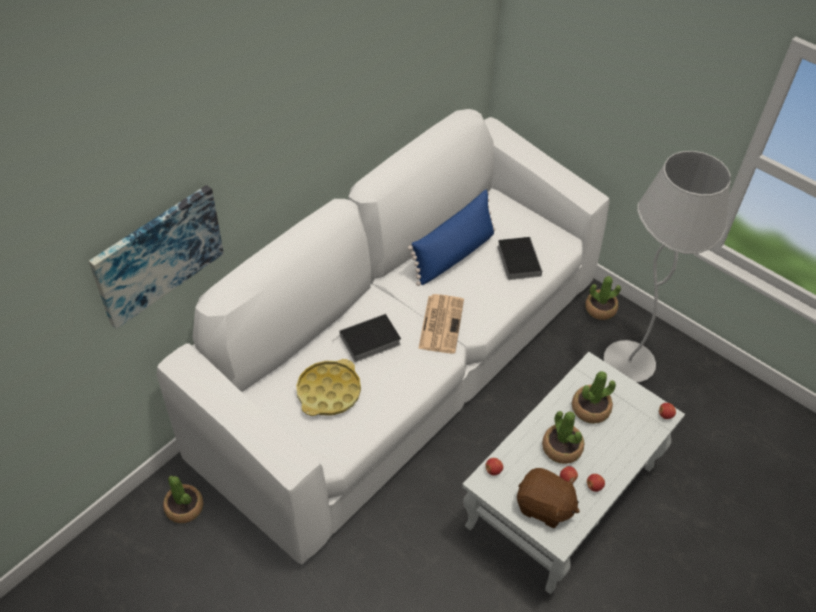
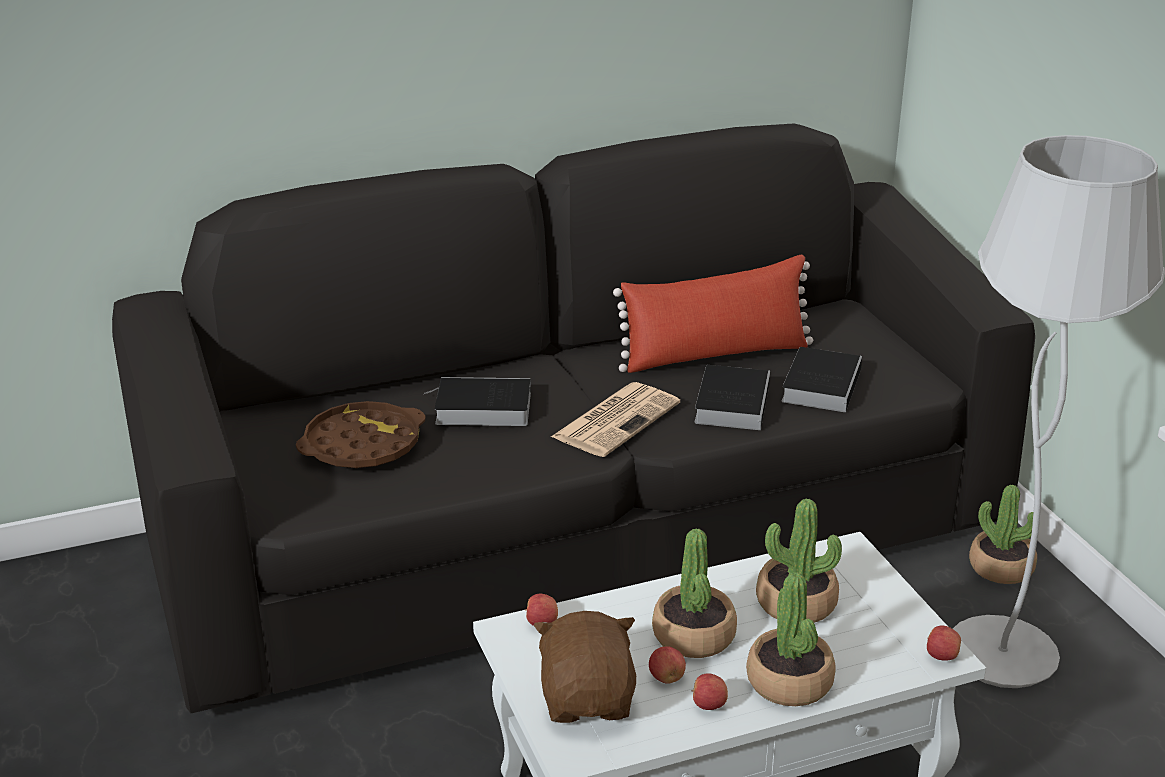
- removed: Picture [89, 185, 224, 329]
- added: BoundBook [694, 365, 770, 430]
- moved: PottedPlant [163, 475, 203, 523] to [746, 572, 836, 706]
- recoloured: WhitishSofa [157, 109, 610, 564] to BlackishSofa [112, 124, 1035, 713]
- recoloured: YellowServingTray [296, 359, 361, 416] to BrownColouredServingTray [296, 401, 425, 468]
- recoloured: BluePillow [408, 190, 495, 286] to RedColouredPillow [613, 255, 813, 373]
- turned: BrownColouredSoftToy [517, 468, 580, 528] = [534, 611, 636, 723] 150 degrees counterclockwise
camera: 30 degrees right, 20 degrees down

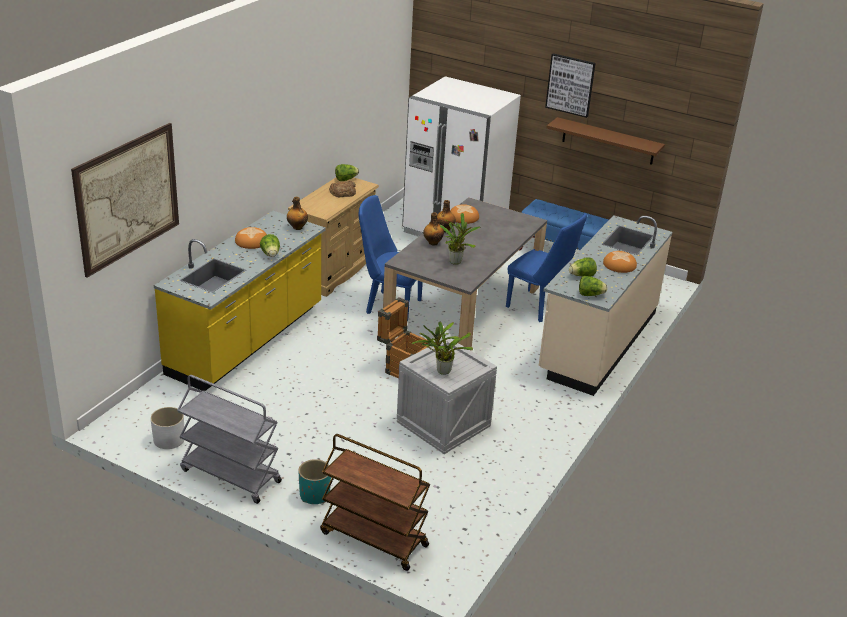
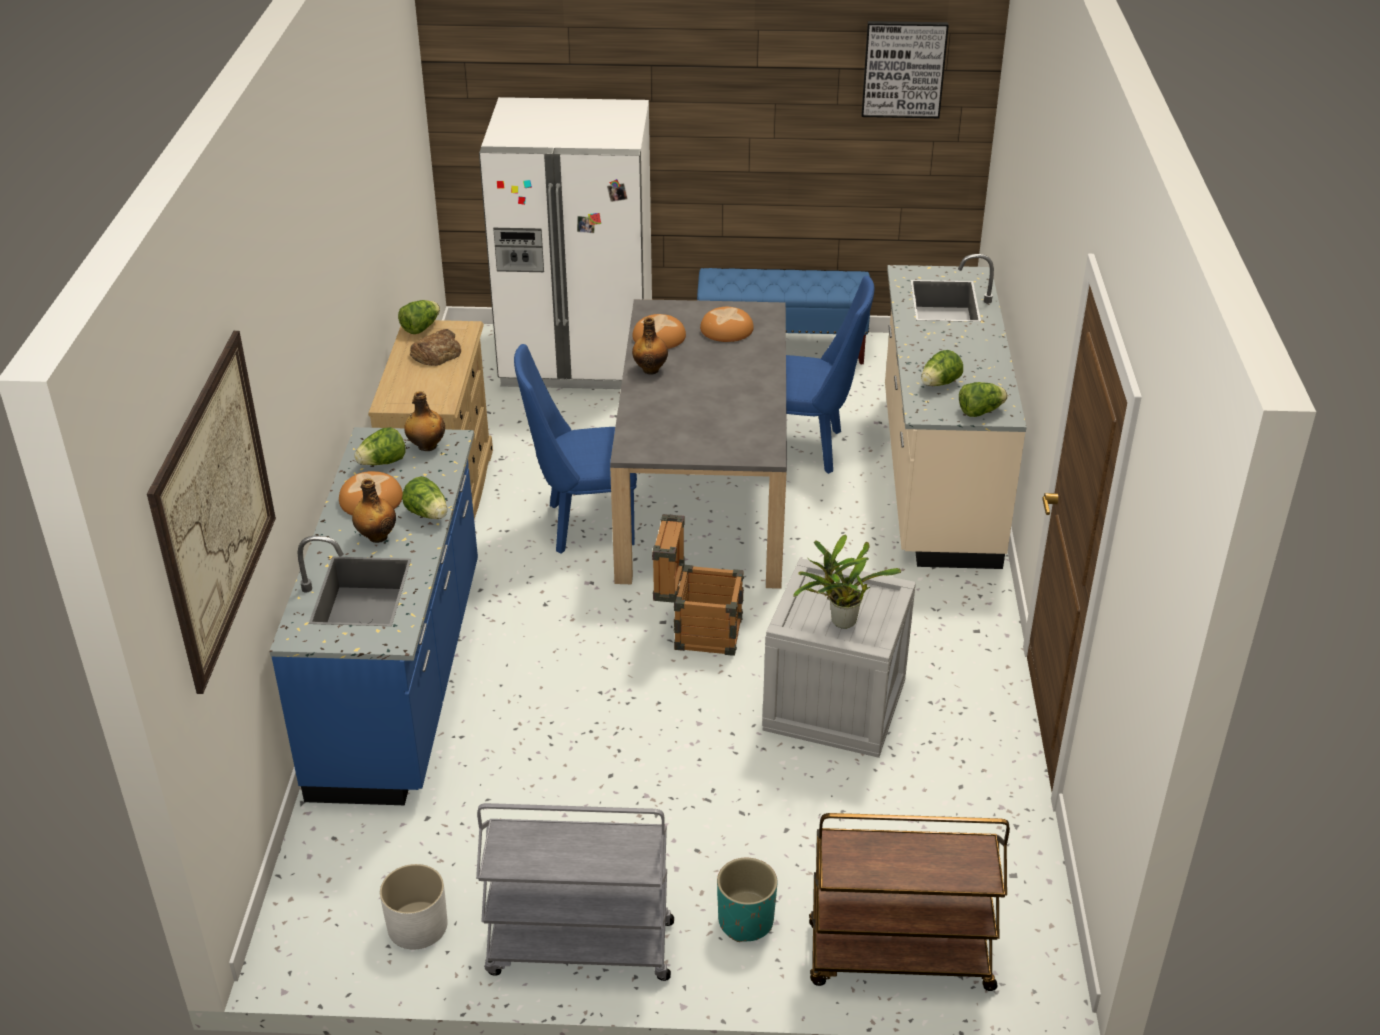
- removed: PottedPlant [440, 213, 480, 265]
- removed: BrownColouredBracketShelf [547, 117, 665, 165]
- added: Lettuce [354, 427, 406, 465]
- moved: DrinkBottle [423, 212, 444, 245] to [352, 478, 396, 543]
- moved: Picture [545, 53, 596, 118] to [861, 21, 949, 118]
- moved: Bread [603, 251, 637, 273] to [700, 307, 754, 342]
- recoloured: YellowCounter [154, 211, 326, 391] to BlueCounter [269, 427, 478, 805]
camera: 25 degrees left, 5 degrees up

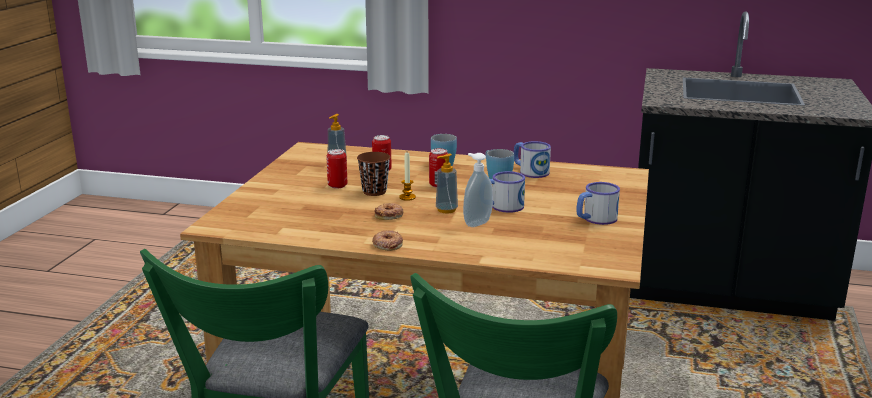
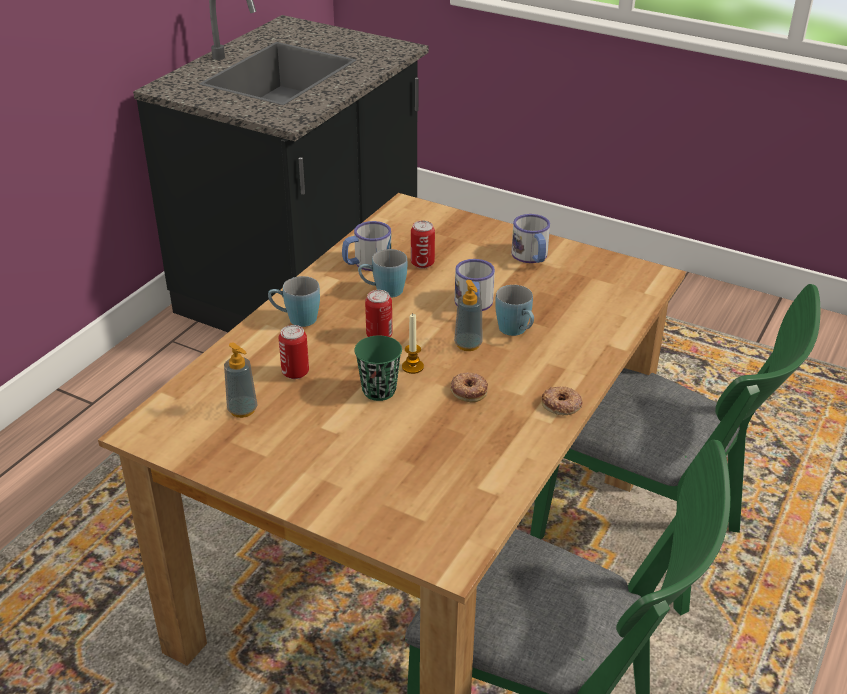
- moved: SealedCan [326, 149, 347, 189] to [411, 221, 435, 269]
- replaced: SoapDispenser [463, 153, 493, 227] to BlueMug [495, 285, 534, 336]
- recoloured: BrownColouredDrinkingCup [357, 152, 390, 196] to GreenColouredDrinkingCup [354, 336, 402, 401]
camera: 75 degrees left, 15 degrees up

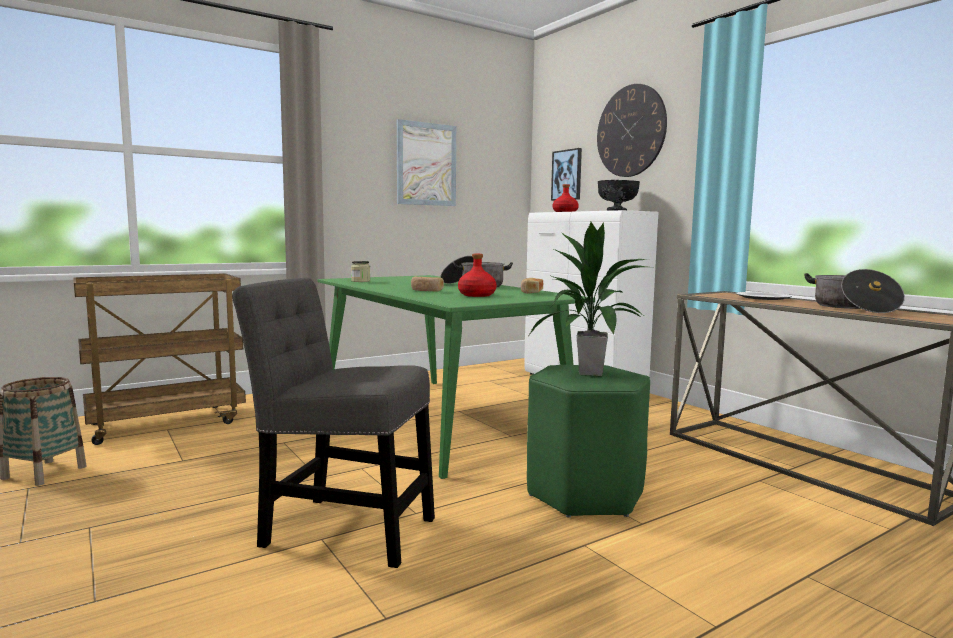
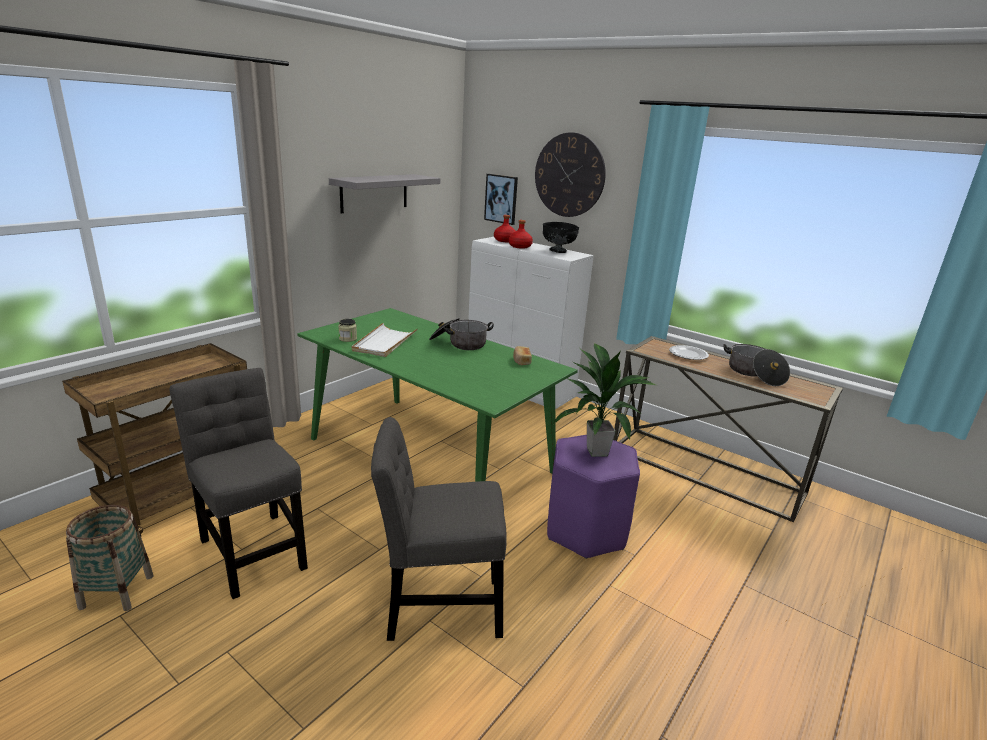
- removed: Bread [411, 276, 444, 292]
- added: GreyUprightChair [170, 368, 308, 599]
- added: WhitishServingTray [352, 323, 418, 357]
- moved: RedColouredDrinkBottle [458, 254, 497, 297] to [509, 220, 533, 249]
- replaced: Picture [397, 119, 456, 206] to GreyBracketShelf [329, 174, 440, 213]
- recoloured: GreenColouredStool [527, 365, 650, 517] to PurpleStool [547, 435, 640, 559]
camera: 20 degrees left, 15 degrees up

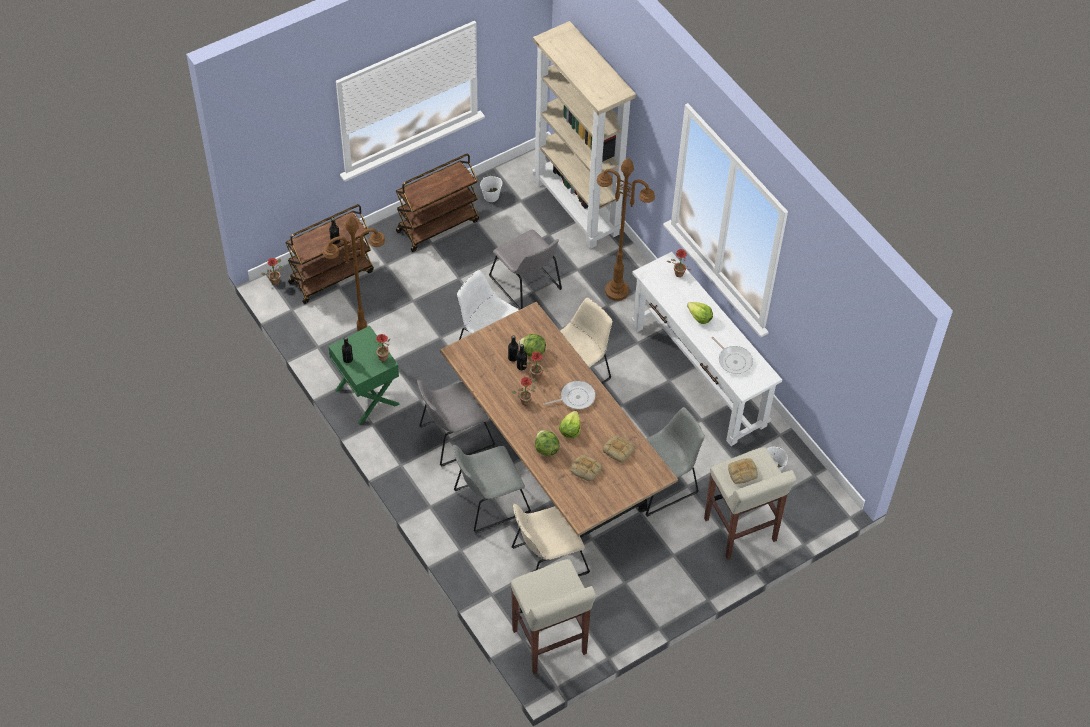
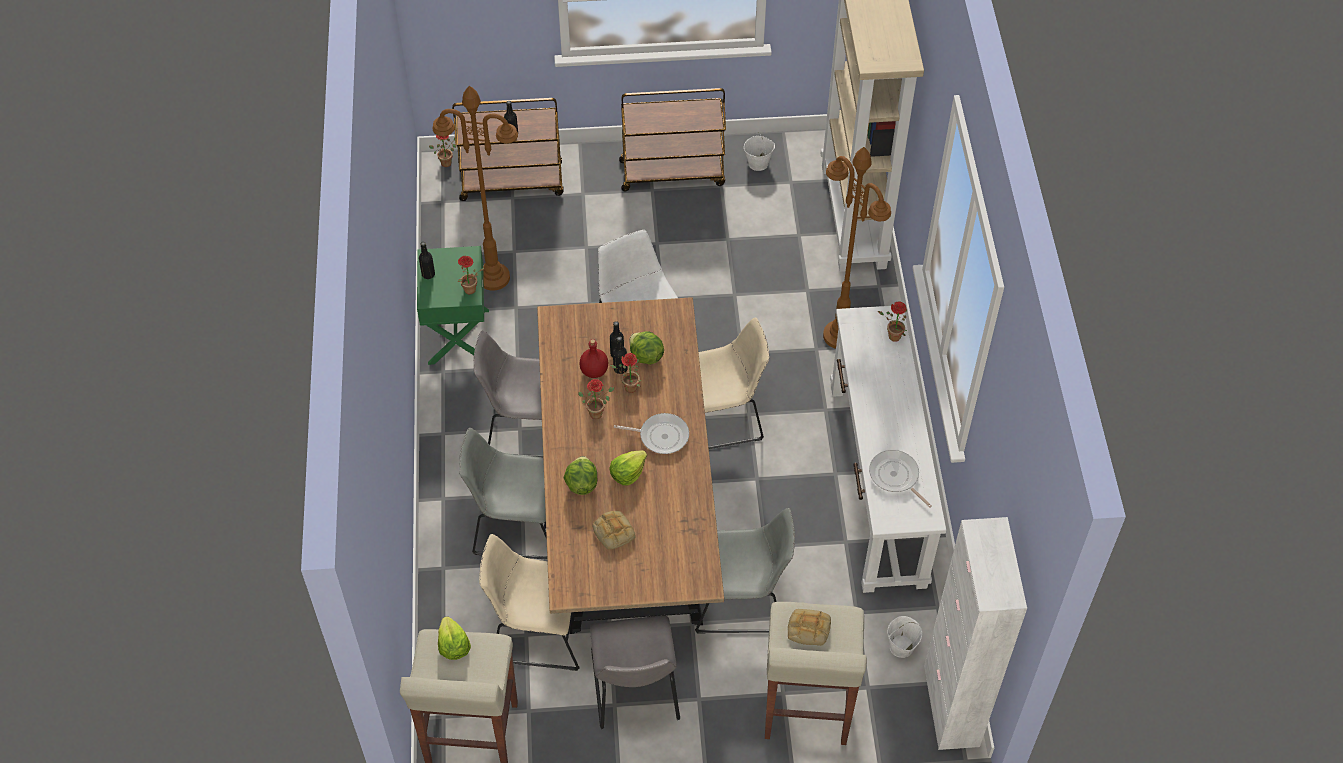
- removed: Bread [603, 436, 634, 463]
- added: RedColouredDrinkBottle [580, 339, 608, 378]
- added: WhitishCupboard [924, 517, 1027, 750]
- moved: GreyUprightChair [489, 230, 562, 310] to [590, 615, 680, 729]
- moved: Lettuce [687, 302, 713, 324] to [438, 616, 471, 660]
- turned: FryingPan [711, 337, 753, 374] = [869, 450, 932, 508] 150 degrees clockwise
camera: 30 degrees right, 0 degrees up

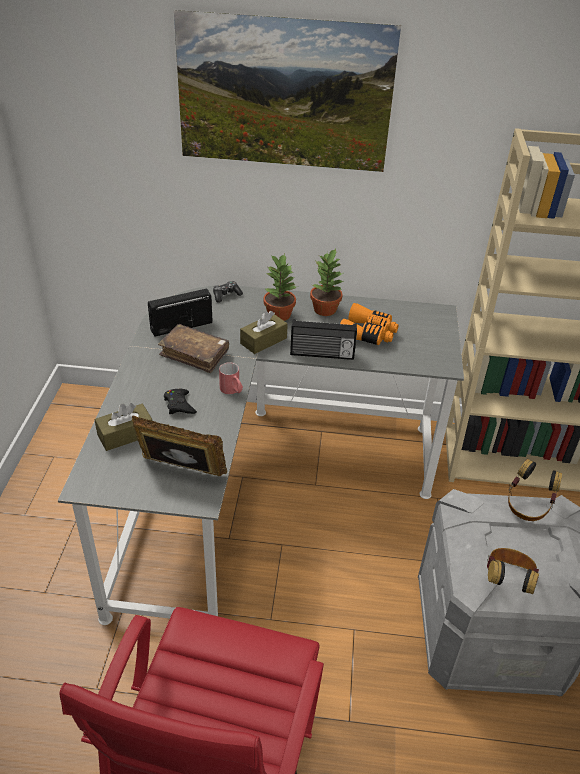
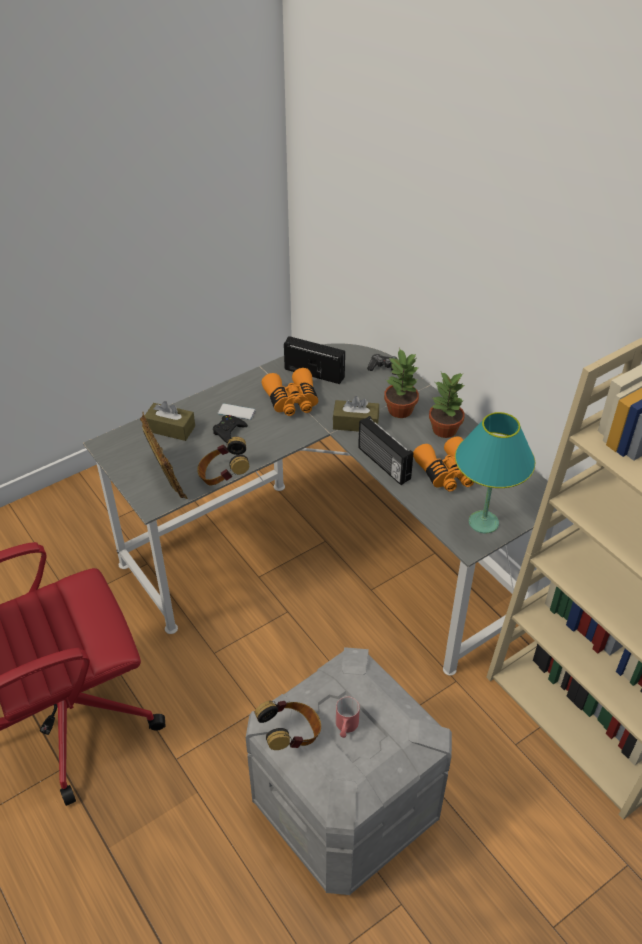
- removed: Picture [174, 10, 401, 172]
- added: Phone [218, 403, 256, 420]
- added: TurquoiseColouredTabletopLamp [455, 412, 535, 533]
- moved: RedColouredMug [219, 362, 243, 394] to [336, 697, 360, 738]
- moved: Headset [508, 459, 563, 521] to [197, 437, 249, 485]
- replaced: BrownColouredBoundBook [158, 324, 229, 373] to OrangeyBinoculars [262, 368, 318, 416]
camera: 50 degrees right, 5 degrees up

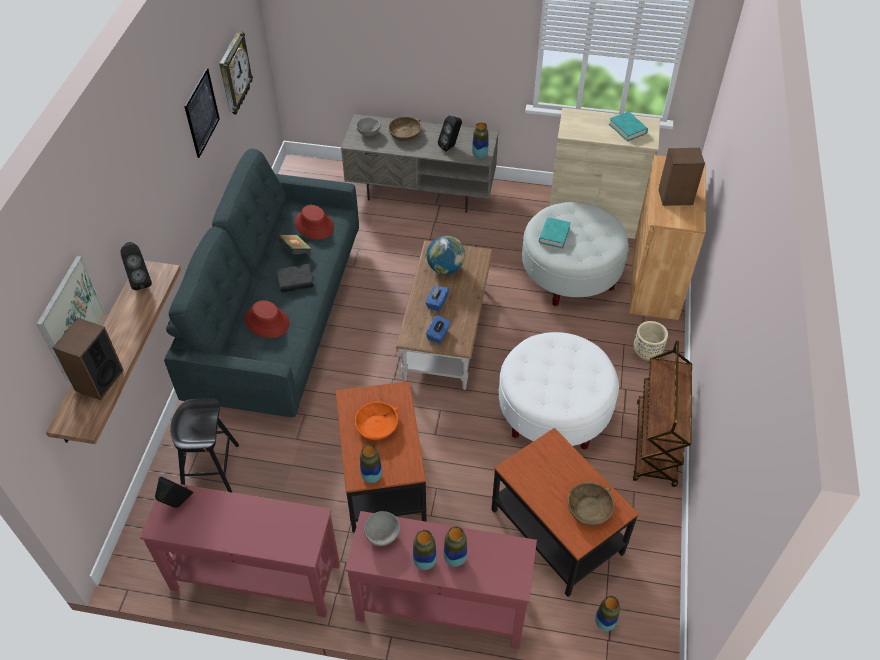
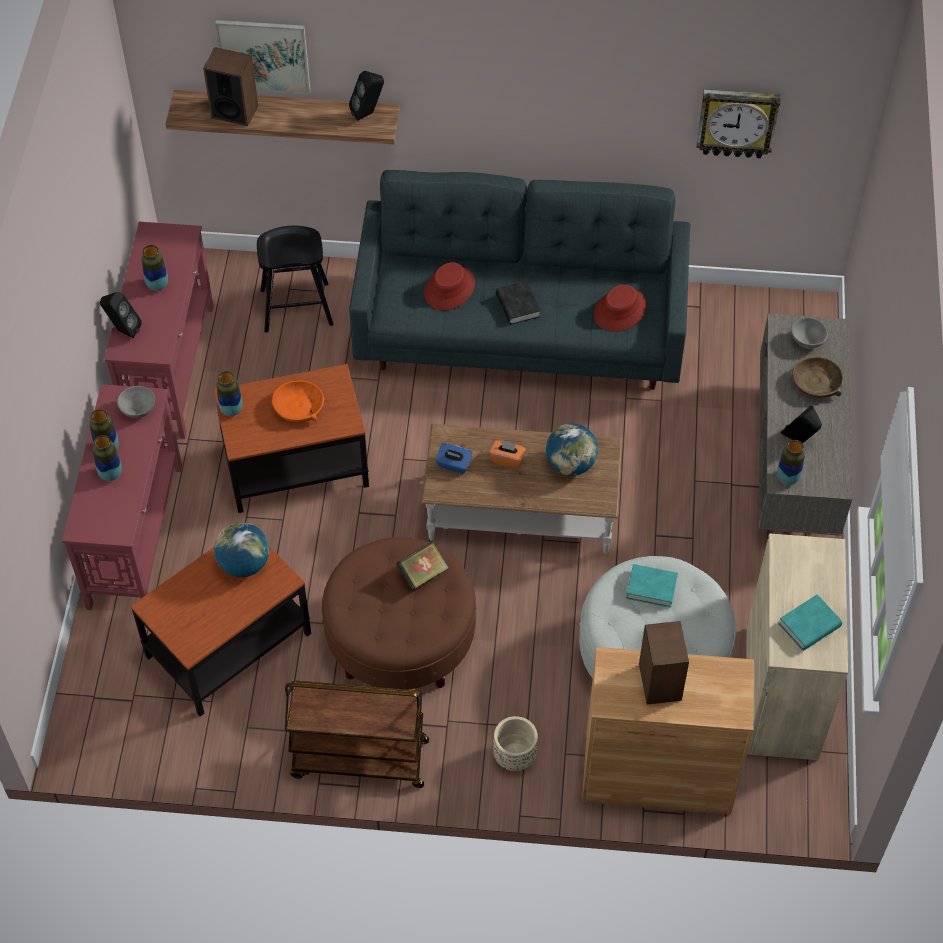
- removed: Picture [184, 67, 220, 158]
- removed: BrownColouredDeepDish [568, 482, 614, 526]
- added: WorldGlobe [214, 522, 269, 577]
- moved: BlackishSpeaker [155, 476, 193, 508] to [100, 292, 142, 338]
- moved: BoundBook [277, 235, 312, 254] to [396, 542, 449, 590]
- moved: DecorativeVase [595, 596, 620, 631] to [142, 245, 168, 291]
- recoloured: BlueTissueHolder [426, 286, 449, 311] to OrangeyTissueHolder [489, 440, 526, 469]
- recoloured: WhitishOttoman [498, 332, 619, 450] to BrownColouredOttoman [322, 537, 476, 690]
camera: 85 degrees right, 5 degrees up

